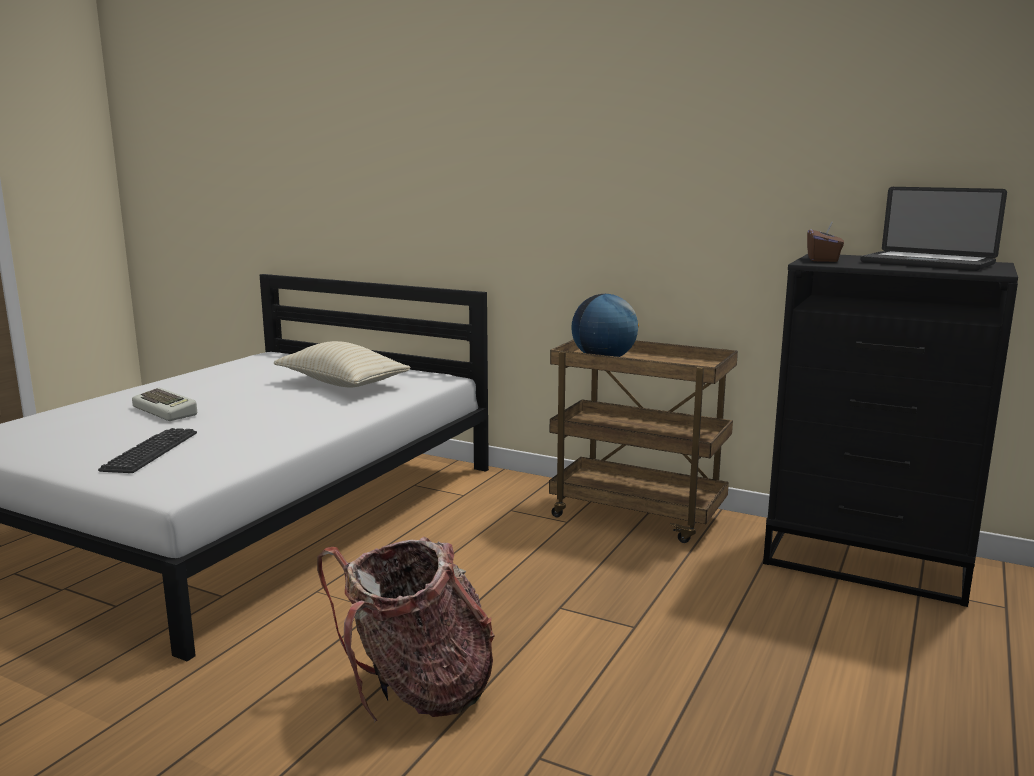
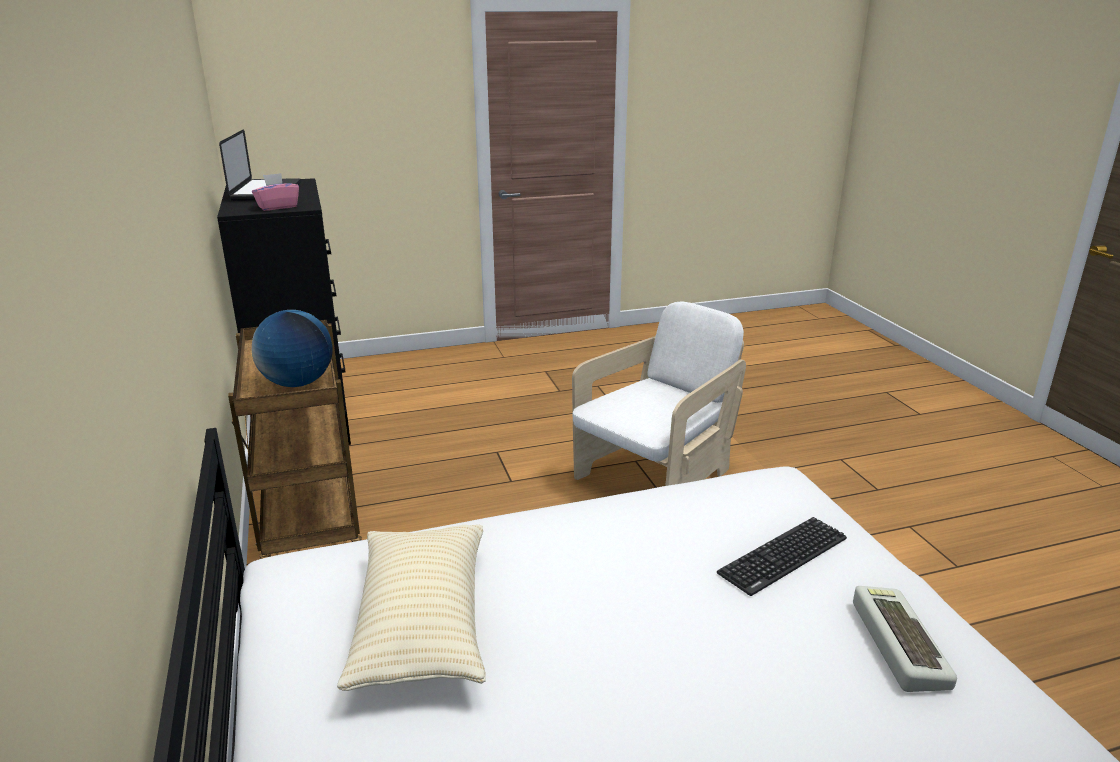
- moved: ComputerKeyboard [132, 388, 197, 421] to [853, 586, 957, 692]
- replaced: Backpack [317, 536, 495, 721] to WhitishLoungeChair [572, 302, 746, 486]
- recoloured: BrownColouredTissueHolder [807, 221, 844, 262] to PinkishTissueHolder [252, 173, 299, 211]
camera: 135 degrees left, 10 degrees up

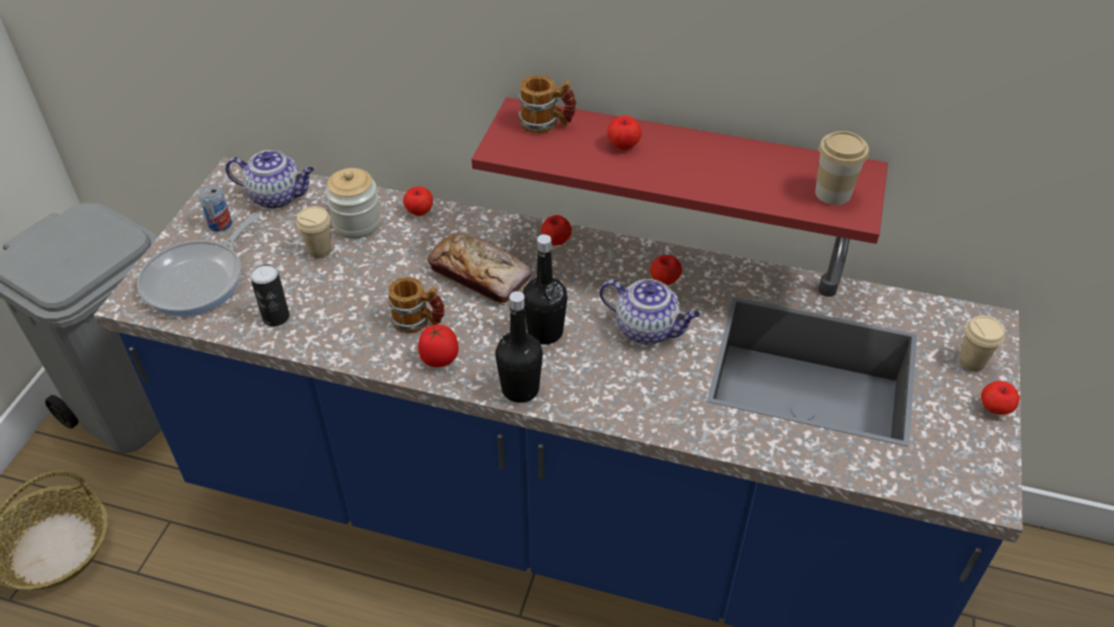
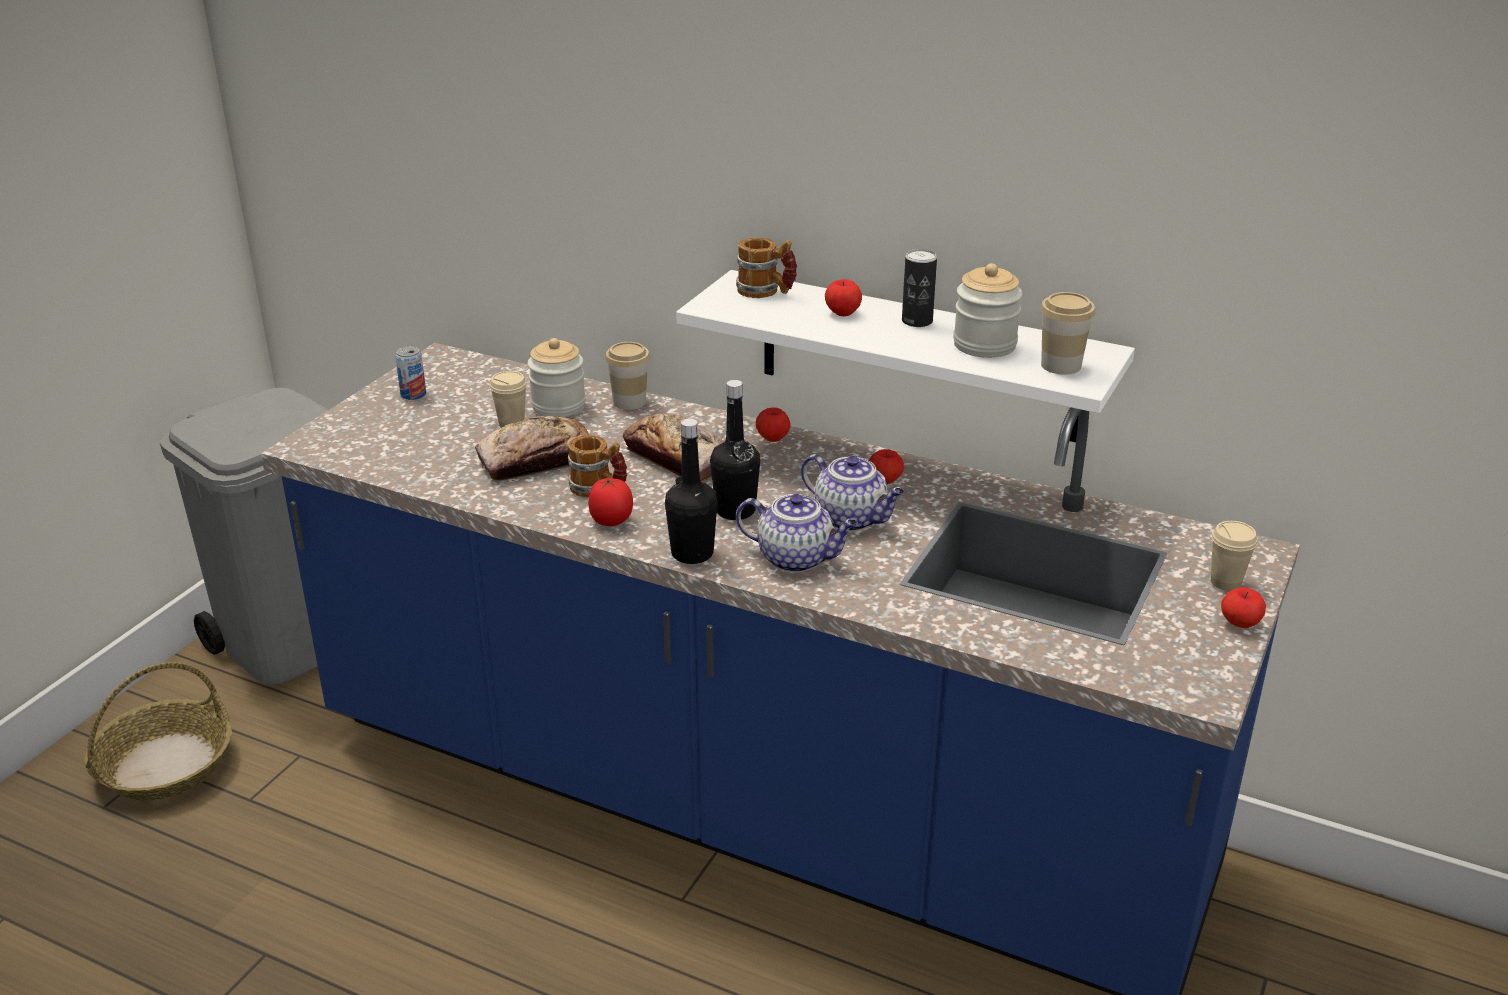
- removed: FryingPan [137, 213, 260, 316]
- added: Bread [475, 416, 589, 481]
- added: PreserveJar [953, 263, 1022, 358]
- moved: Teapot [225, 150, 314, 209] to [736, 494, 858, 572]
- moved: SealedCan [250, 264, 290, 326] to [902, 249, 937, 327]
- replaced: Apple [403, 186, 433, 216] to DrinkingCup [605, 342, 650, 410]
- recoloured: RedColouredBracketShelf [472, 97, 888, 244] to WhitishBracketShelf [676, 270, 1135, 442]
camera: 10 degrees right, 15 degrees down

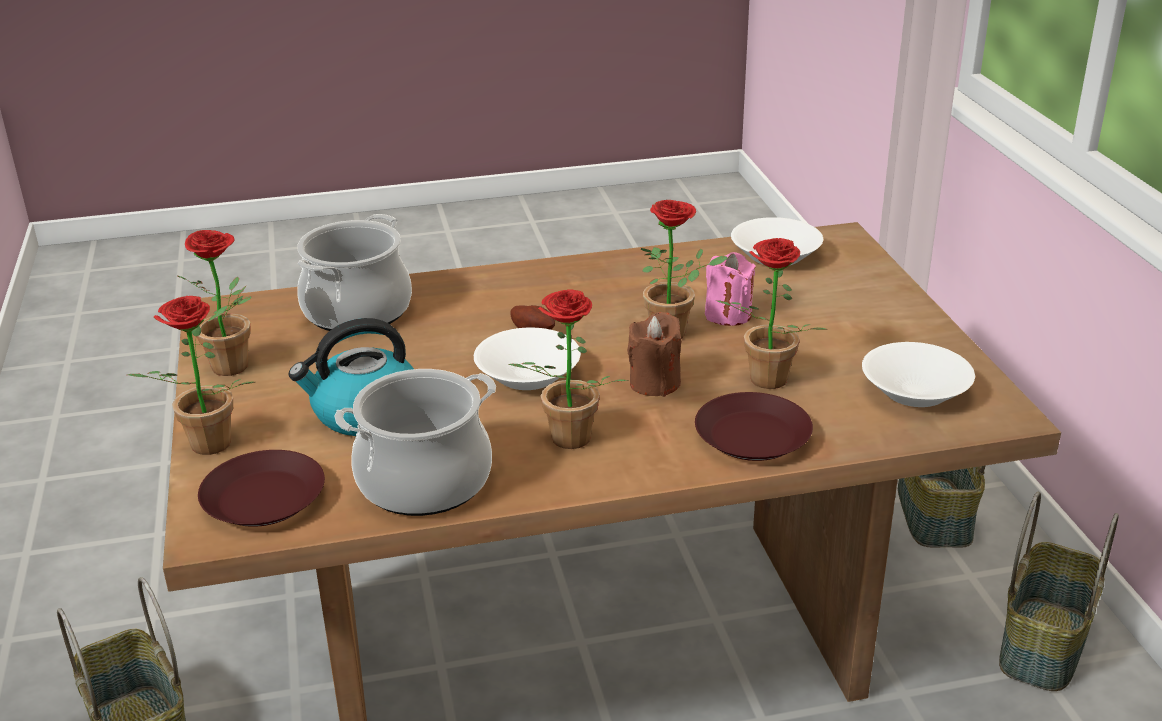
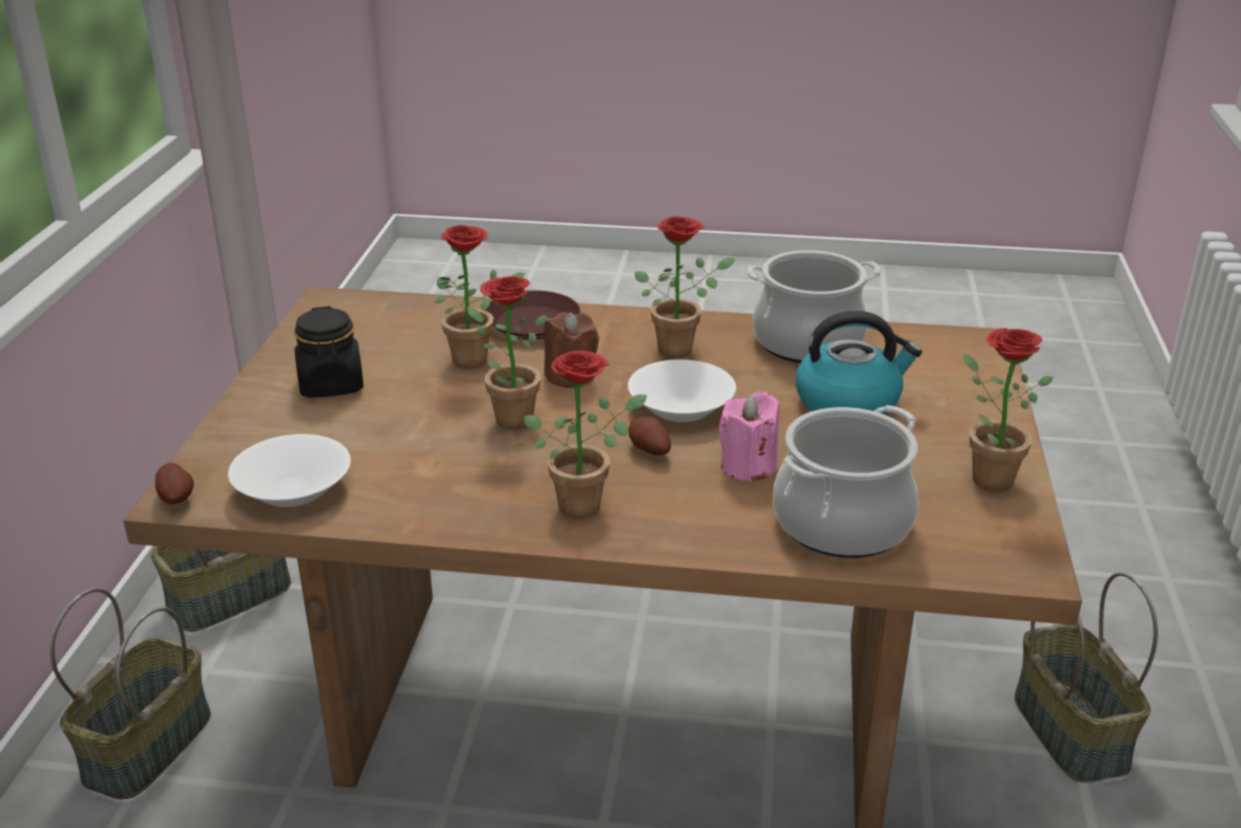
- removed: BrownColouredFlatDish [198, 450, 325, 527]
- removed: WhitishDeepDish [862, 342, 975, 407]
- added: Spud [155, 463, 194, 504]
- added: BlackishPreserveJar [294, 306, 364, 398]
- moved: PottedPlant [128, 296, 255, 455] to [524, 351, 647, 518]
- moved: PinkishWaxLight [705, 252, 756, 326] to [718, 391, 780, 482]
camera: 160 degrees left, 0 degrees up

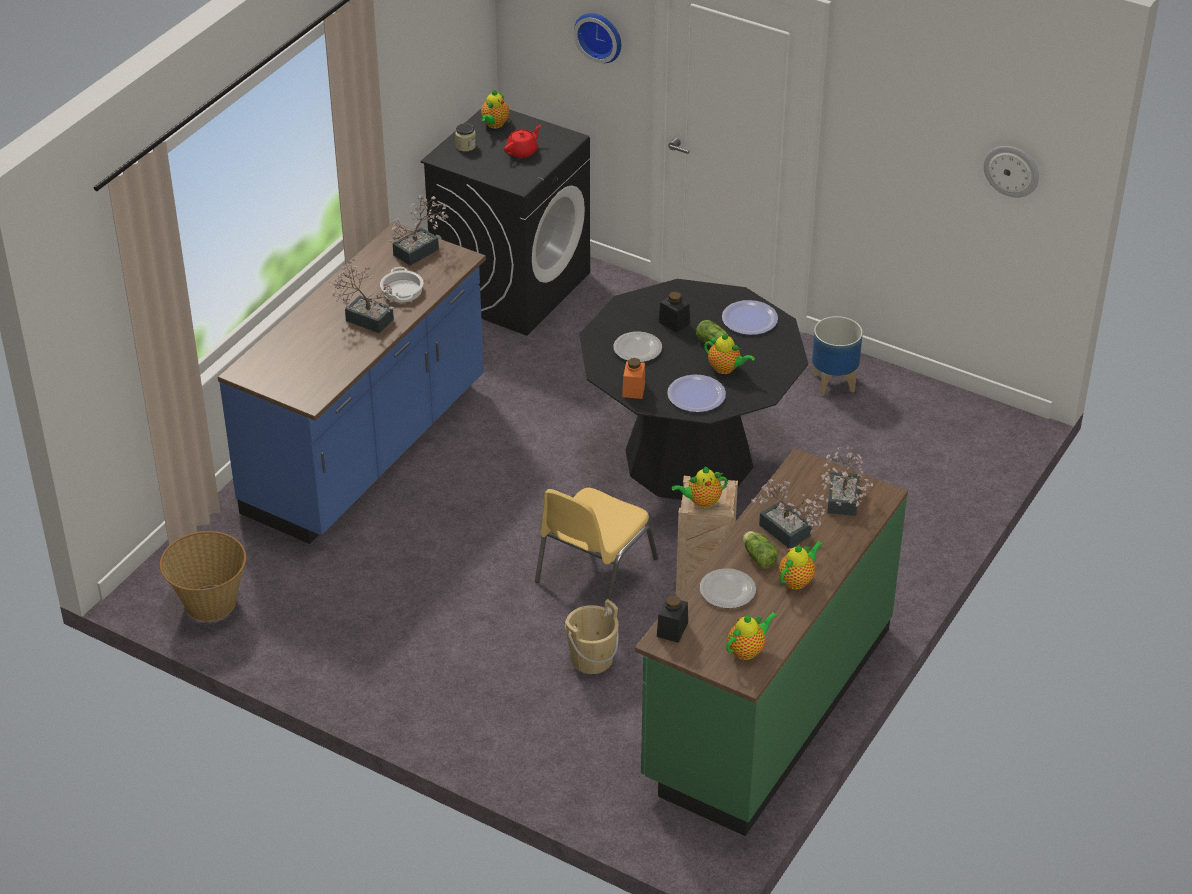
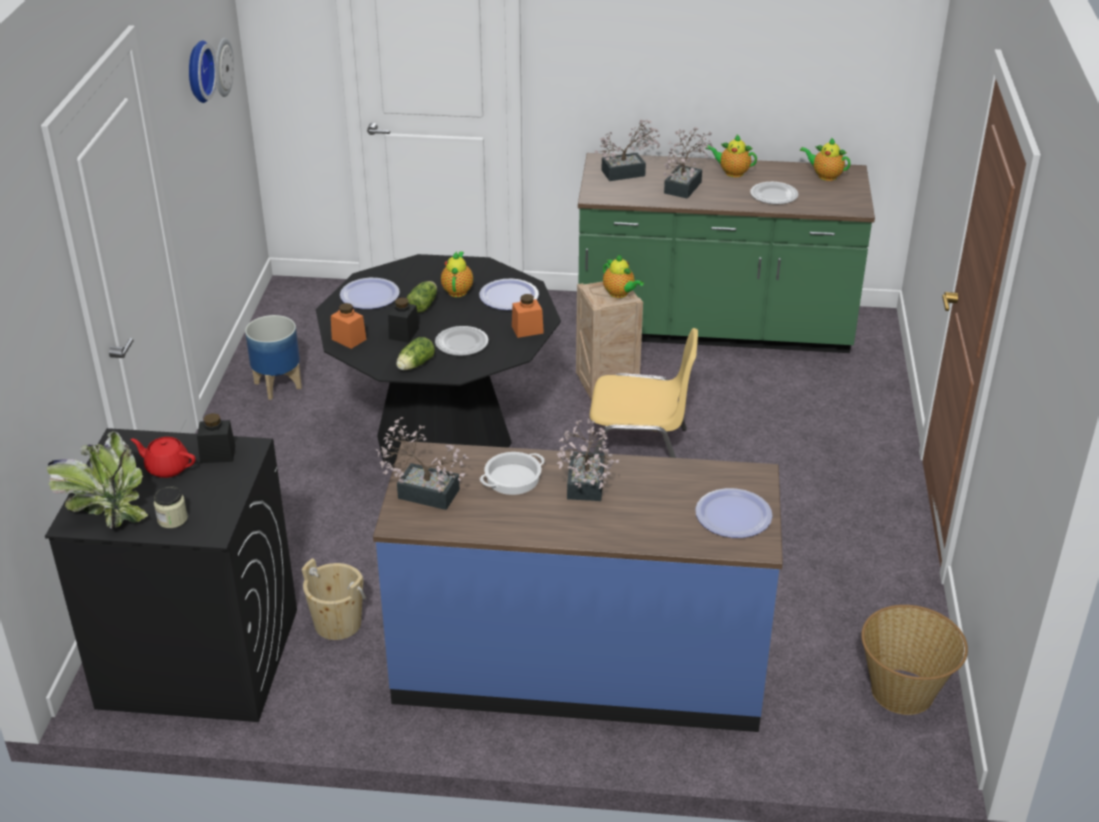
- added: OrangeyPreserveJar [331, 303, 367, 349]
- added: FlatDish [695, 488, 773, 538]
- moved: BeigePail [565, 599, 619, 674] to [302, 558, 366, 640]
- moved: ClockOnTheWall [574, 13, 621, 63] to [189, 40, 217, 103]
- moved: BlackishPreserveJar [657, 595, 688, 643] to [197, 413, 235, 463]
- moved: Lettuce [743, 531, 779, 568] to [396, 337, 435, 370]
- replaced: Teapot [481, 90, 509, 129] to PottedPlant [47, 431, 148, 528]
camera: 115 degrees left, 5 degrees down

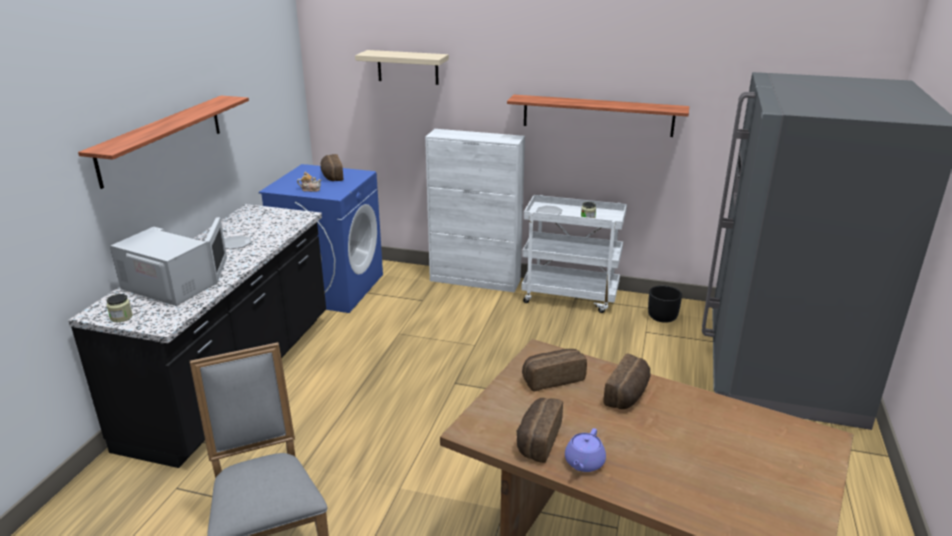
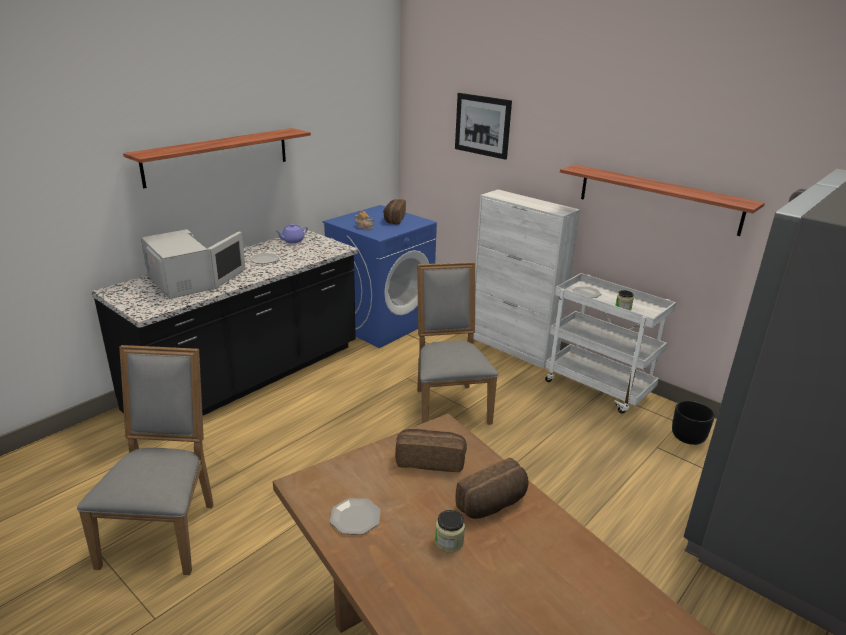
- added: GreyUprightChair [417, 262, 498, 425]
- moved: PreserveJar [107, 294, 133, 322] to [435, 510, 465, 552]
- moved: PurpleTeapot [565, 428, 606, 472] to [275, 224, 308, 243]
- replaced: BeigeBracketShelf [355, 50, 449, 85] to Picture [455, 93, 512, 160]
- replaced: Bread [517, 398, 563, 463] to FlatDish [330, 498, 381, 535]
camera: 25 degrees right, 0 degrees up

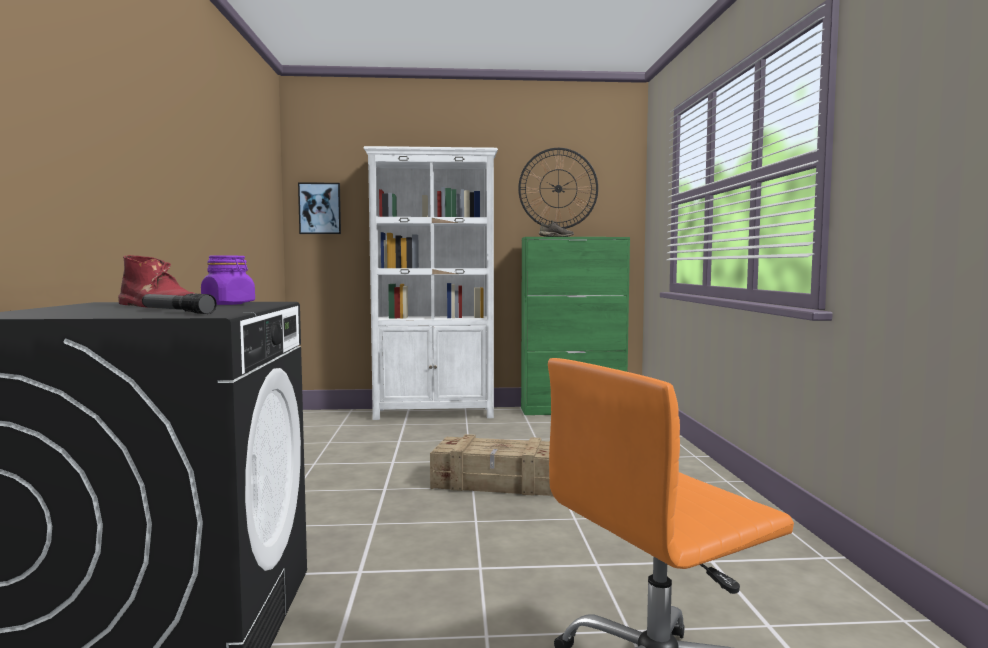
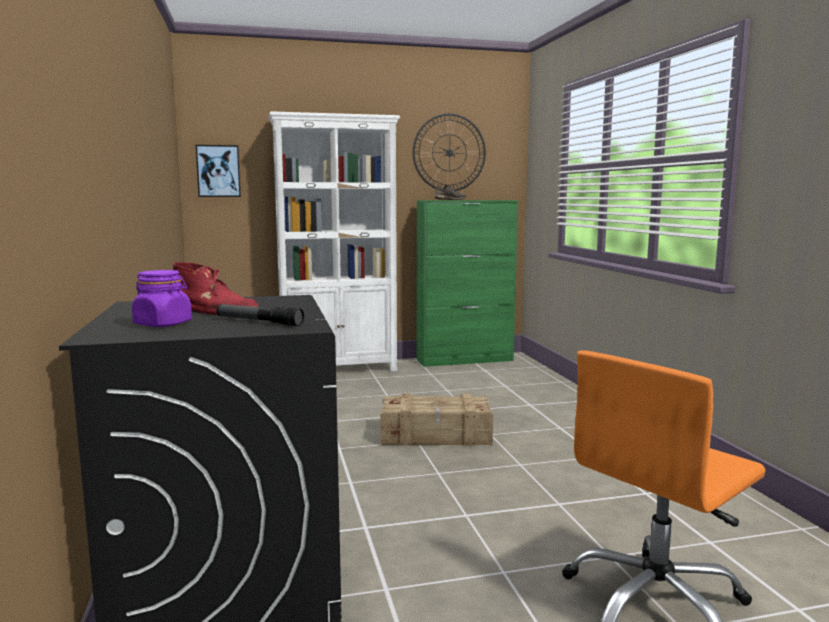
- moved: PurplePreserveJar [201, 256, 255, 305] to [132, 270, 192, 327]
camera: 10 degrees left, 5 degrees up

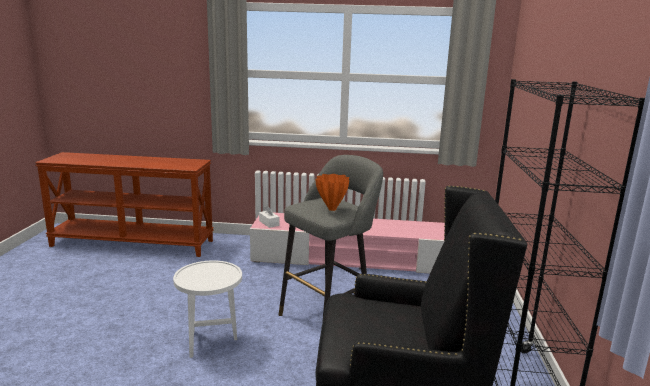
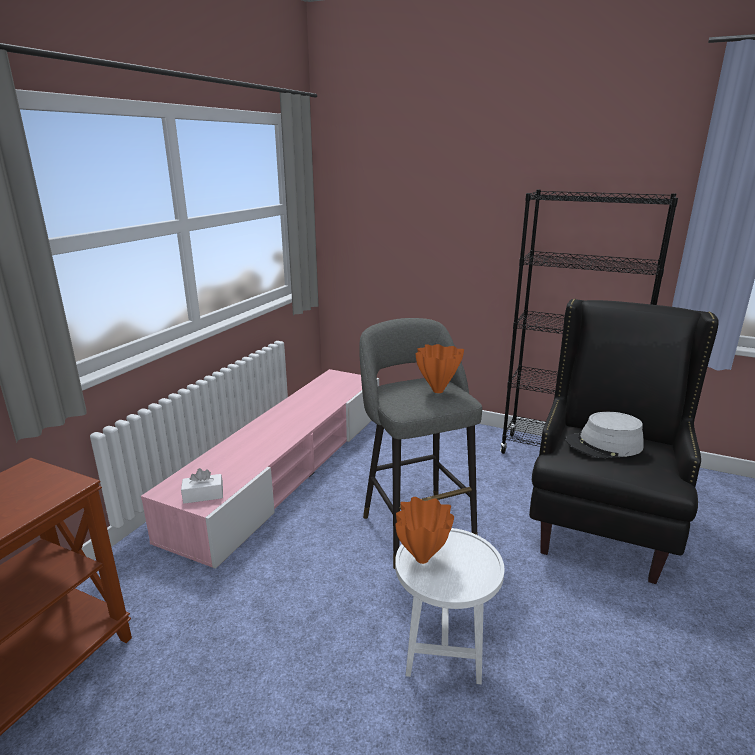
- added: OrangeyDecorativeVase [395, 497, 454, 564]
- added: GreyHat [566, 412, 643, 458]
camera: 70 degrees left, 5 degrees up

